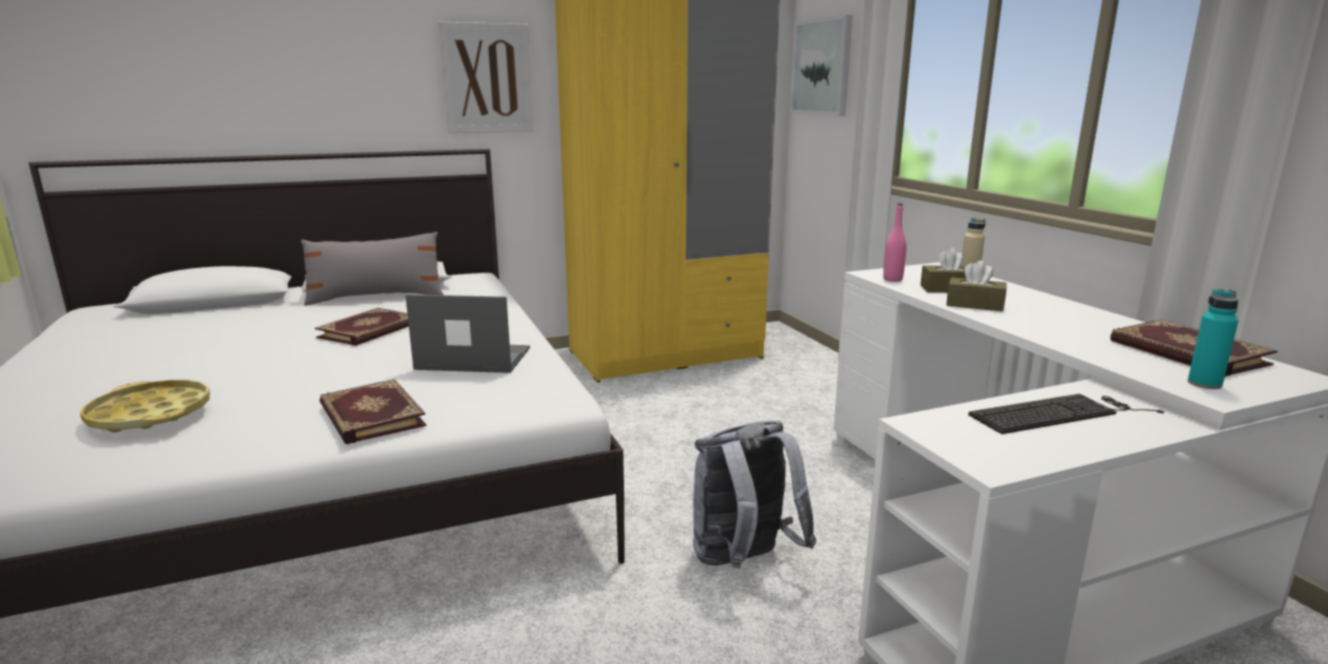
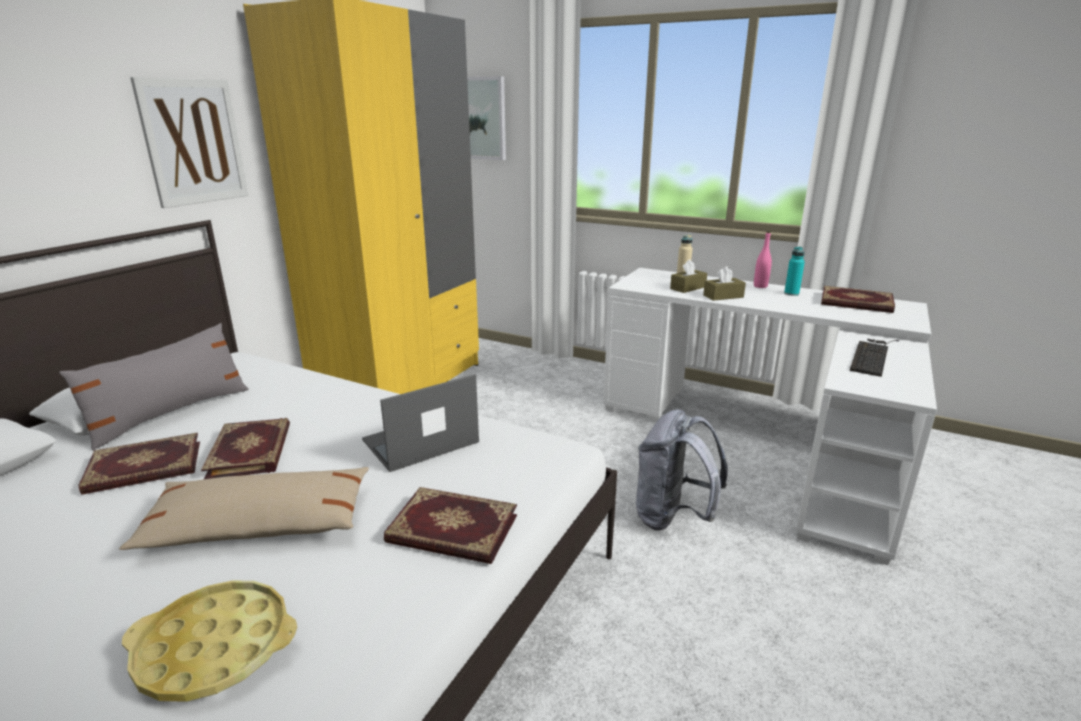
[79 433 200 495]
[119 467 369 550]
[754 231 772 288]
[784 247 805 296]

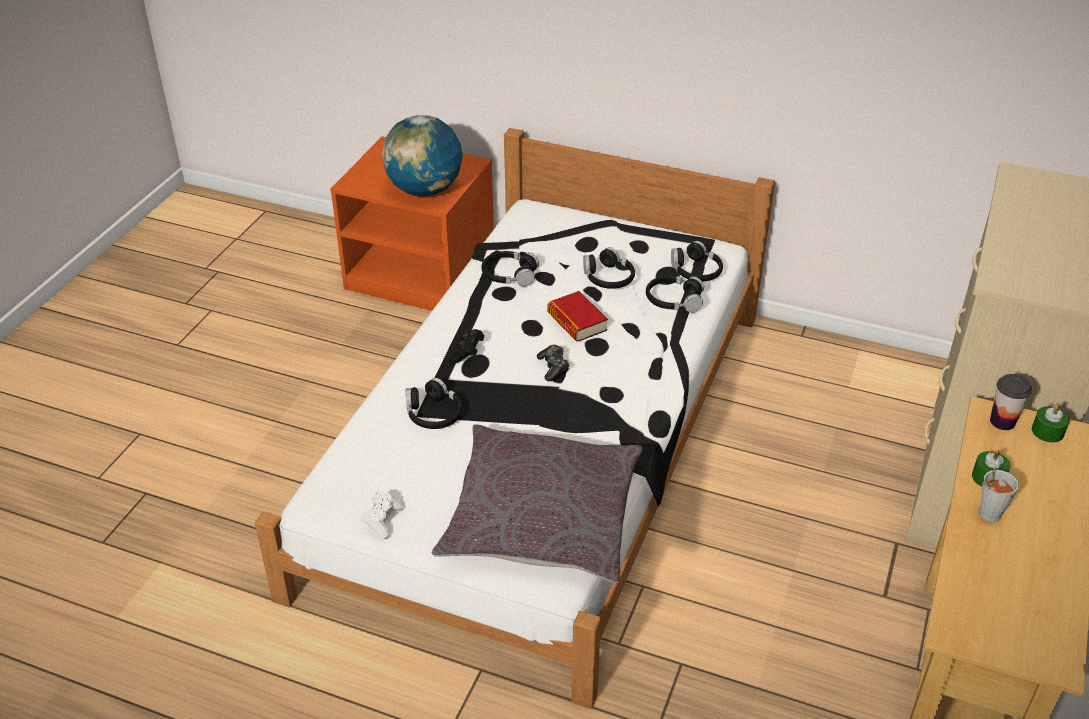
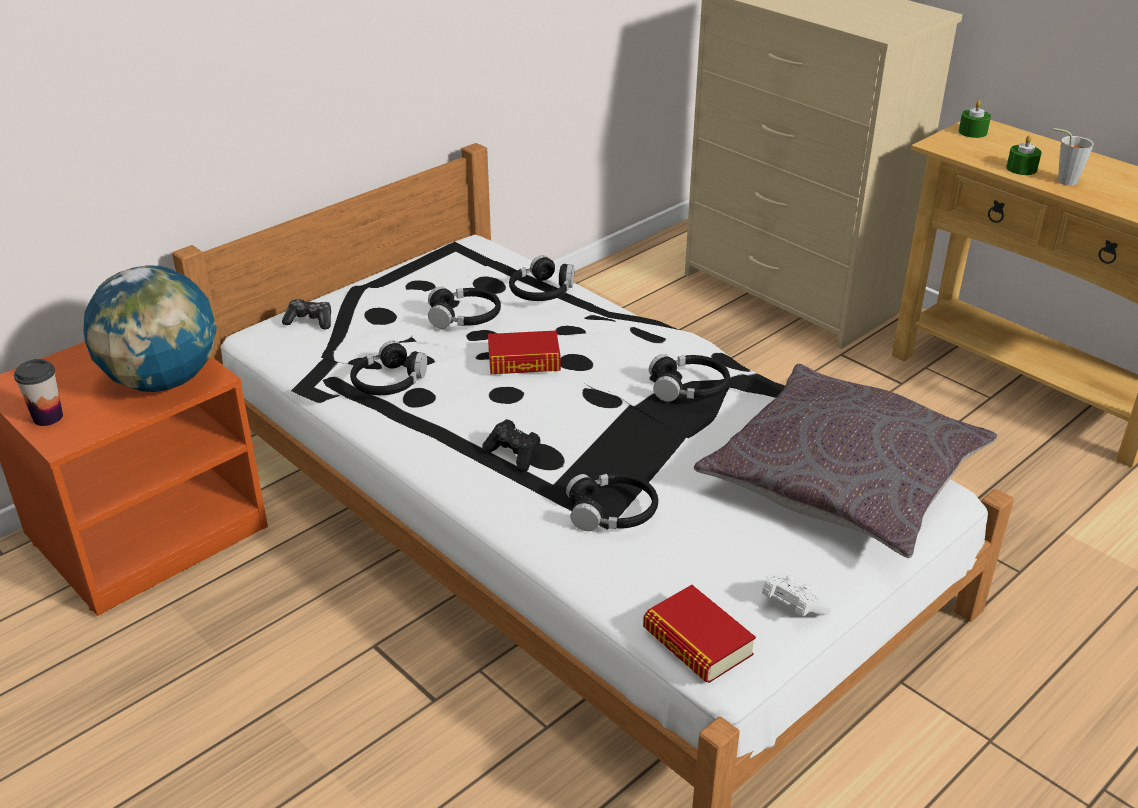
[14 359 63 426]
[282 299 331 329]
[643 585 756 683]
[649 354 730 402]

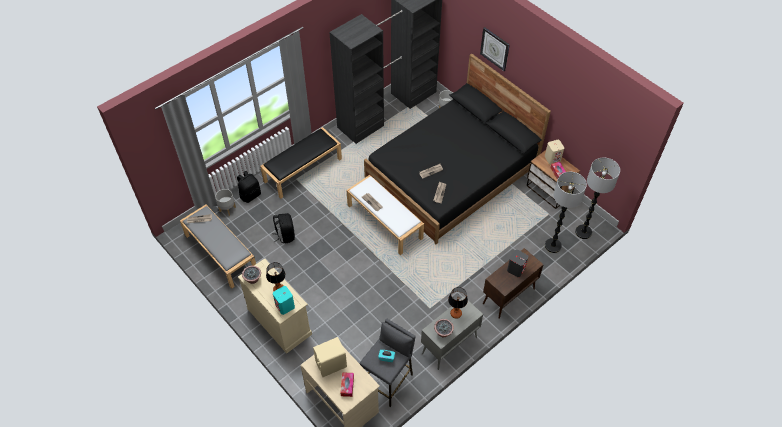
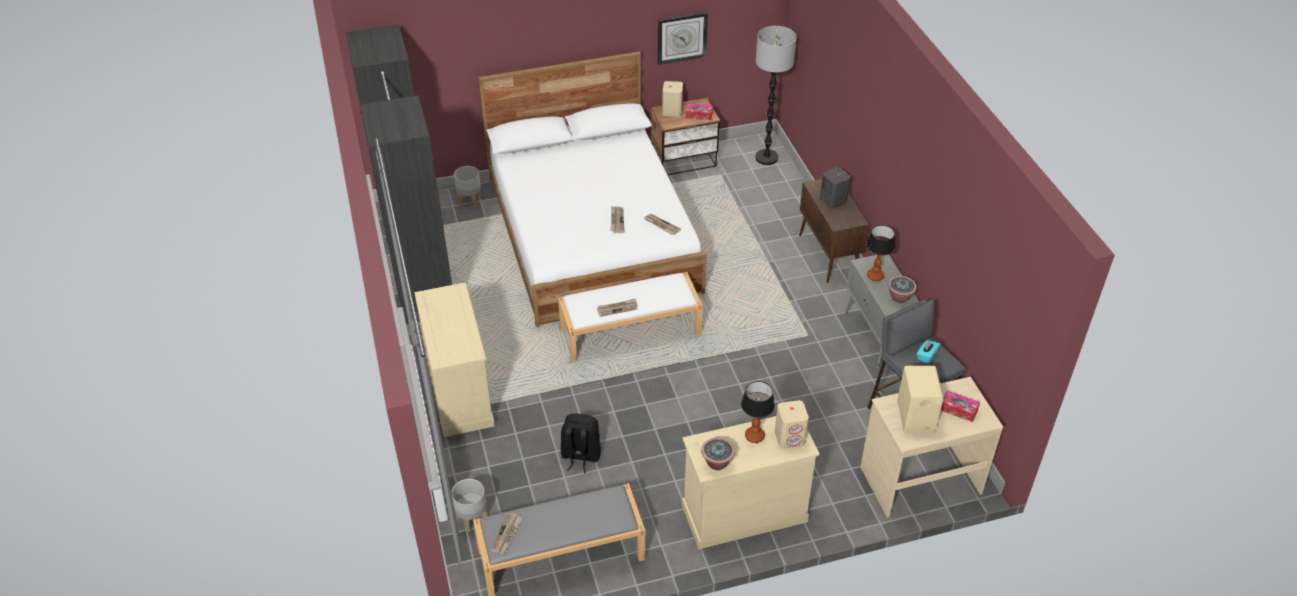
[414 282 495 437]
[478 51 707 328]
[658 12 708 65]
[775 400 809 449]
[237 171 261 203] (first image)
[545 172 587 253] (first image)

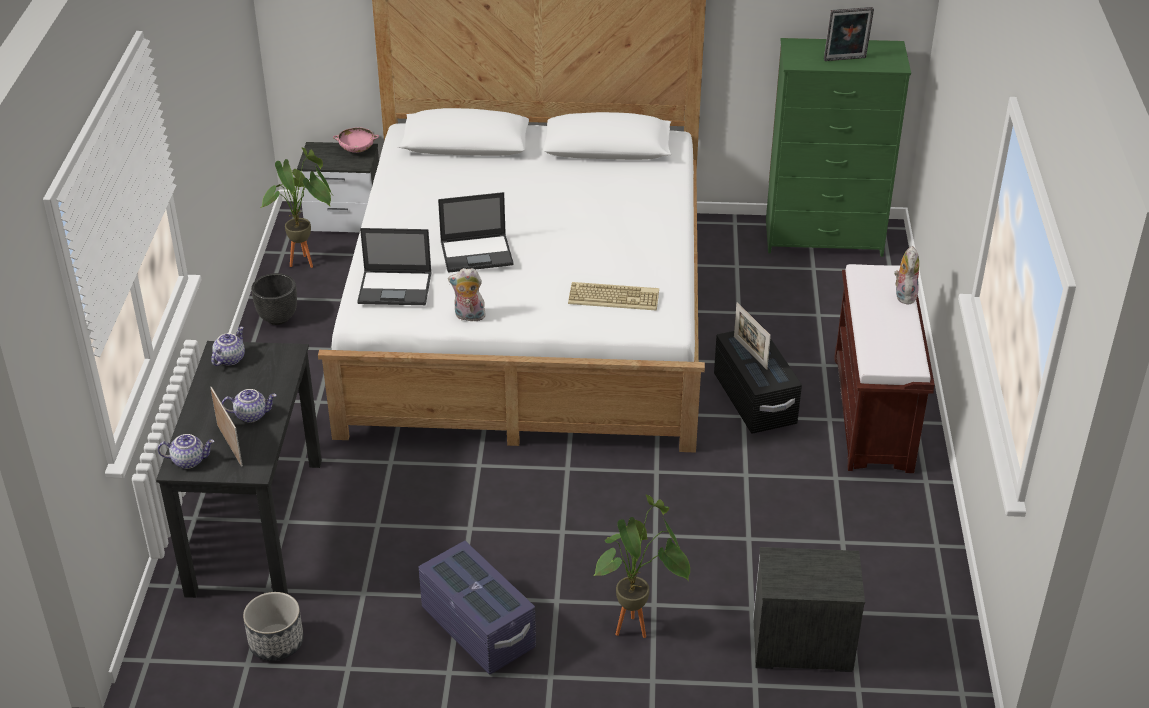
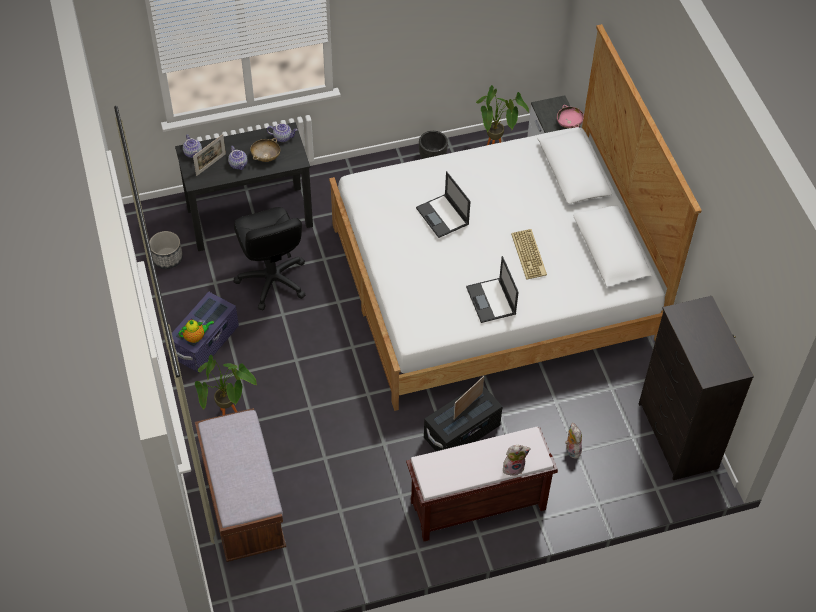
[179 319 214 343]
[195 408 286 562]
[234 207 305 310]
[250 138 280 162]
[466 256 519 323]
[511 229 547 280]
[565 423 582 459]
[639 296 754 480]
[824 7 874 61] (first image)

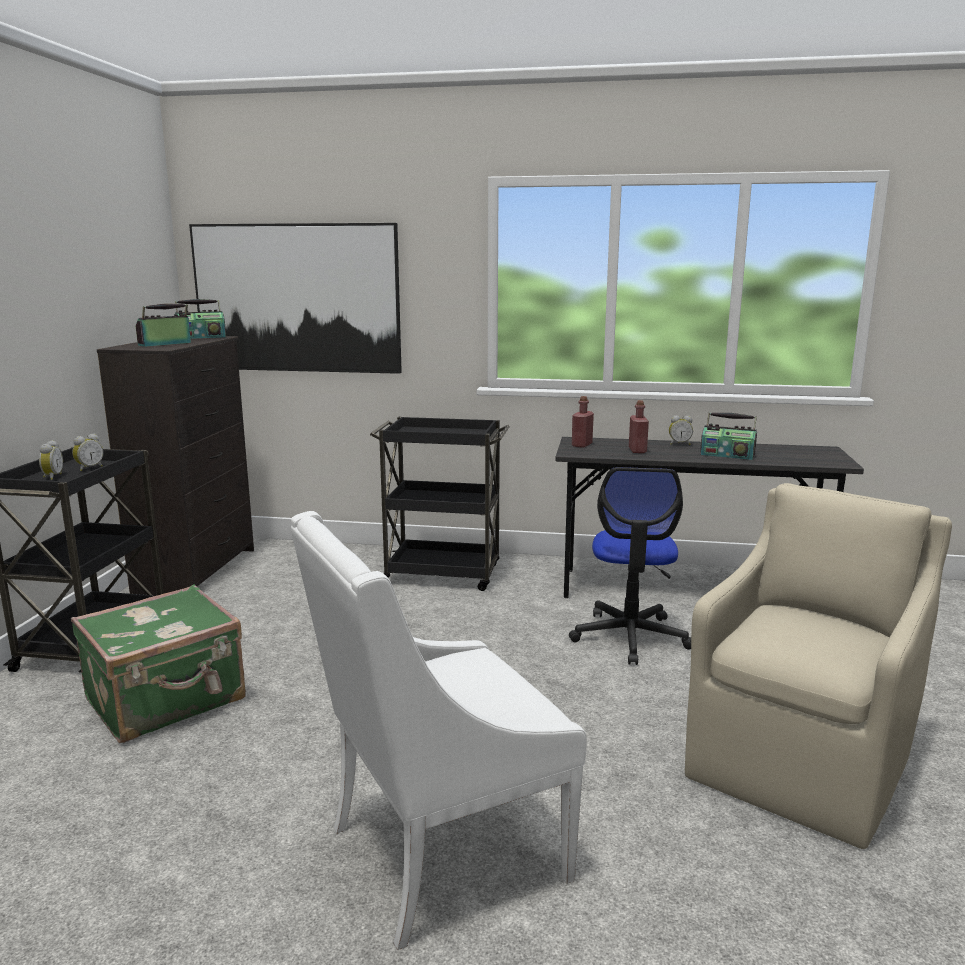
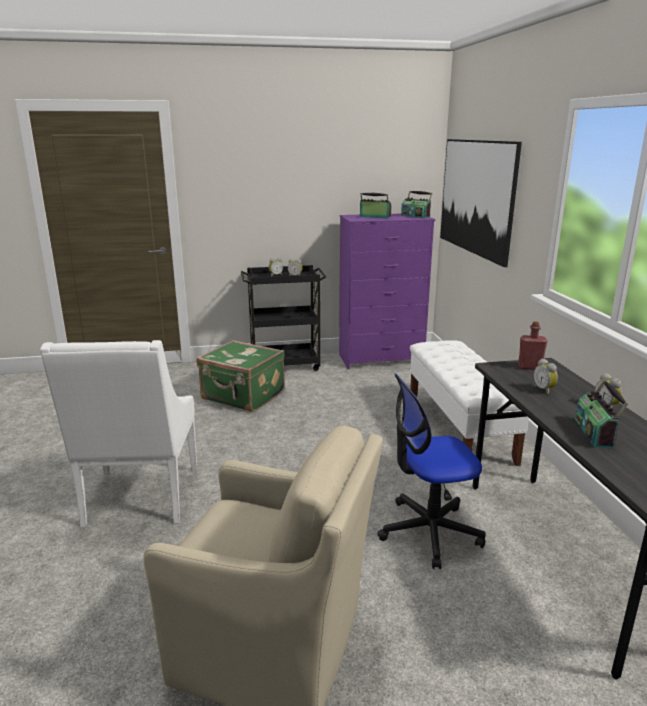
[40 340 197 527]
[339 214 435 369]
[410 340 529 466]
[534 358 558 394]

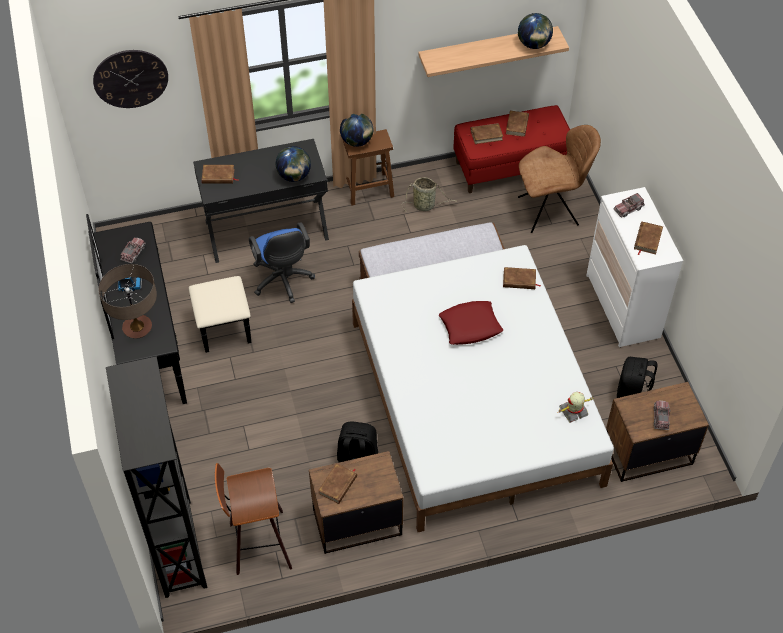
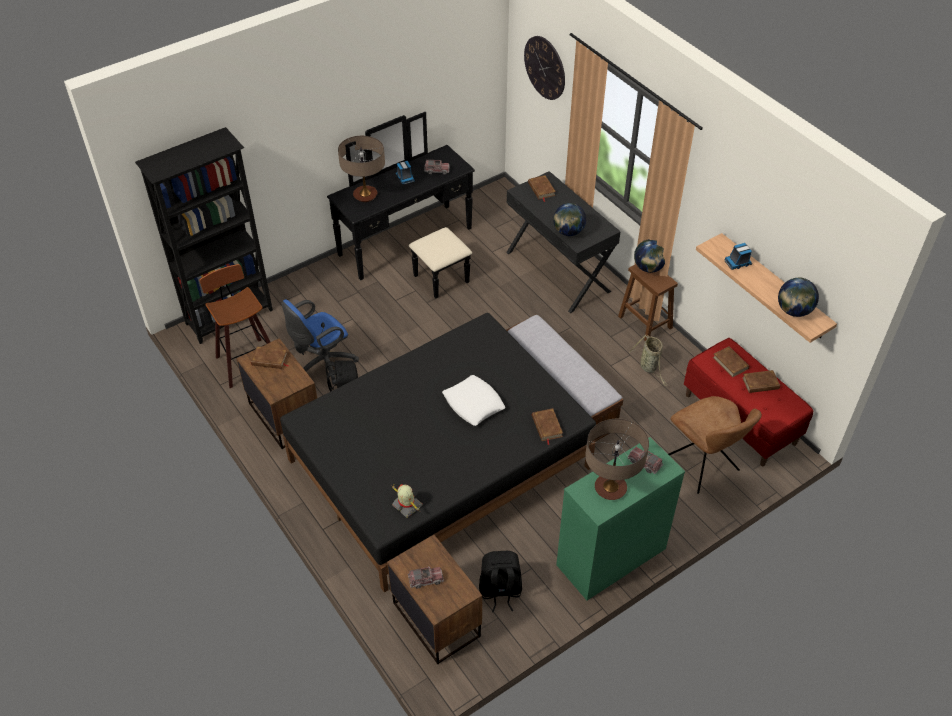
[280 313 596 593]
[281 299 359 385]
[442 375 505 426]
[556 437 685 601]
[585 419 649 500]
[724 243 752 270]

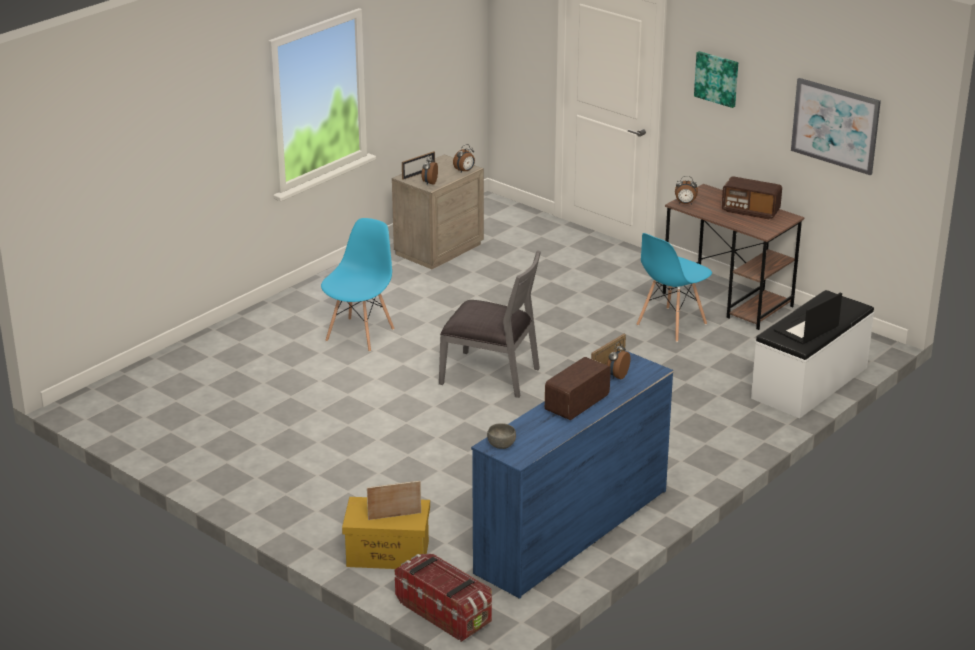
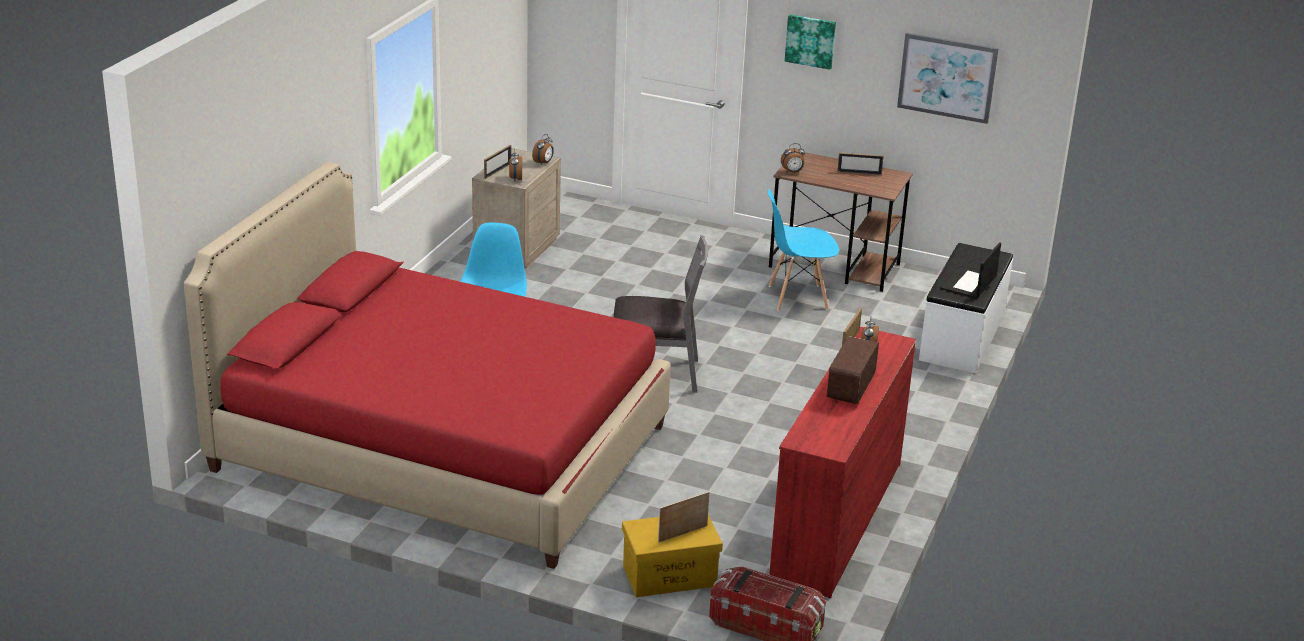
[184 162 671 569]
[768 189 839 311]
[769 326 916 598]
[837 153 884 175]
[487 423 516 449] (first image)

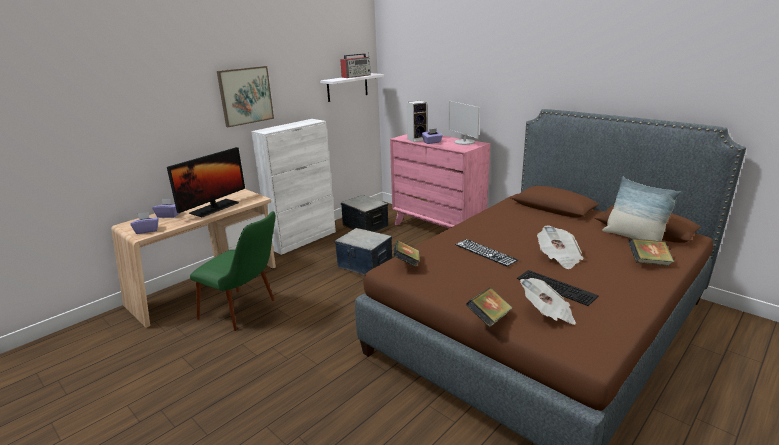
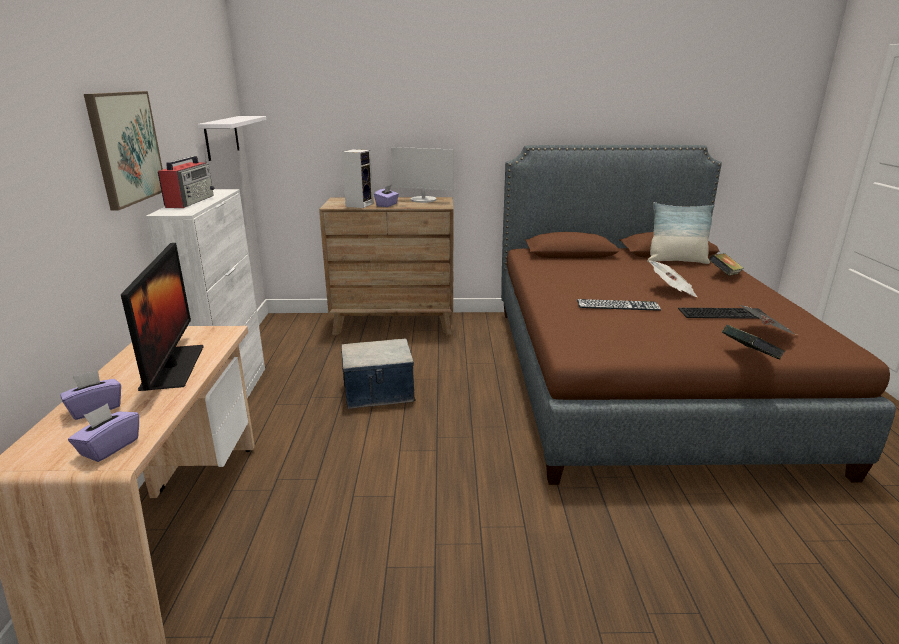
[158 153 215 208]
[319 197 454 335]
[190 211 275 331] (first image)
[341 195 388 232] (first image)
[393 241 420 267] (first image)

